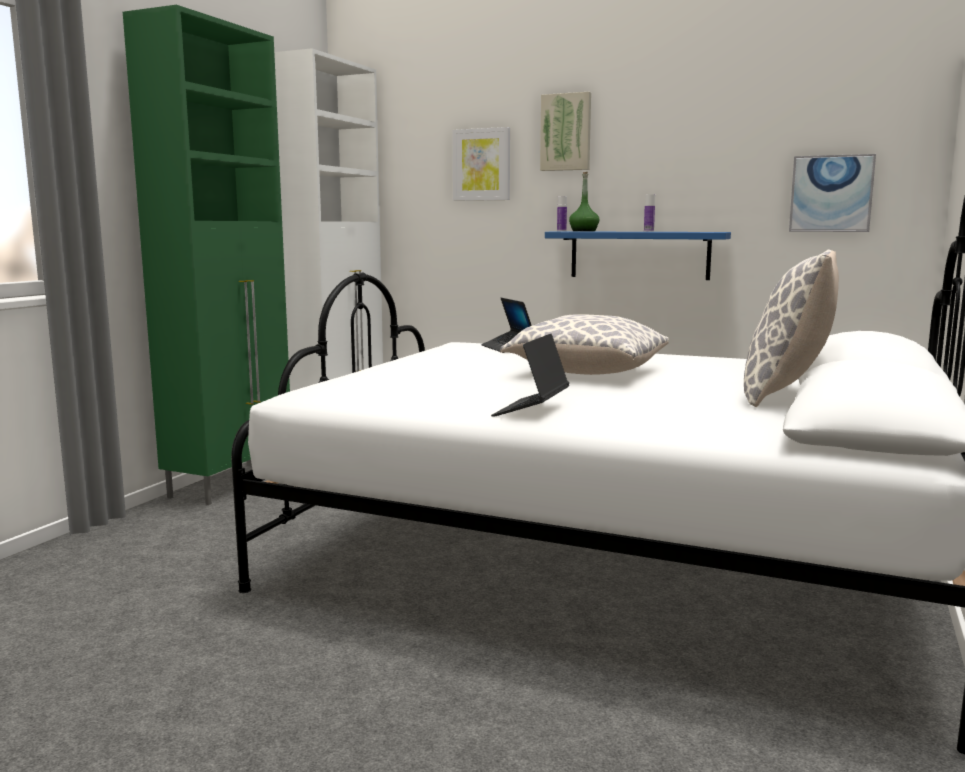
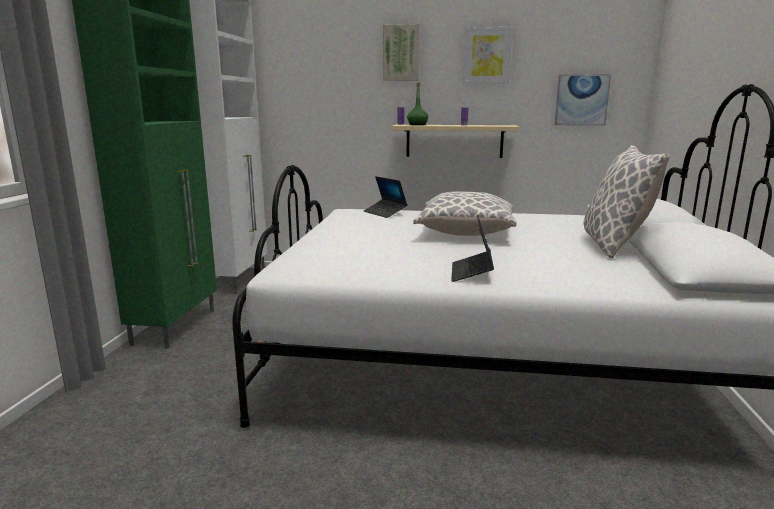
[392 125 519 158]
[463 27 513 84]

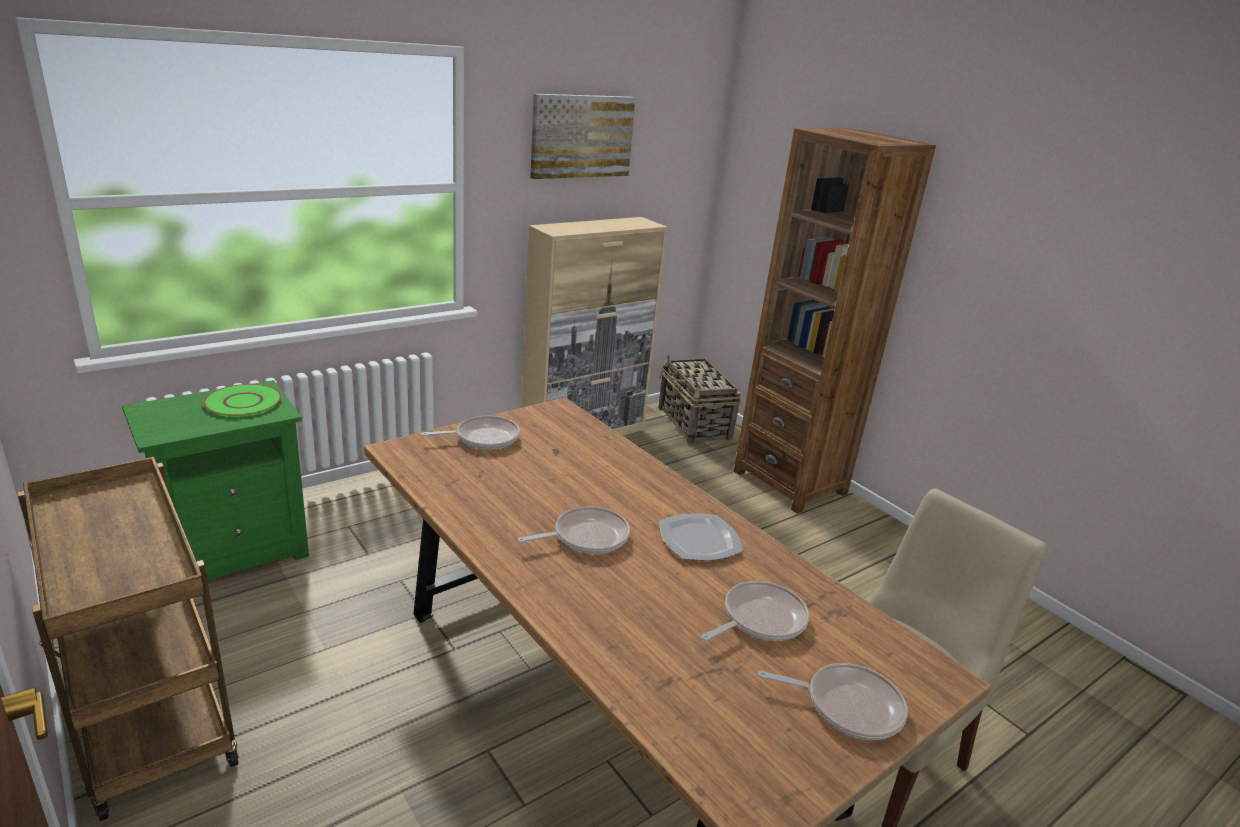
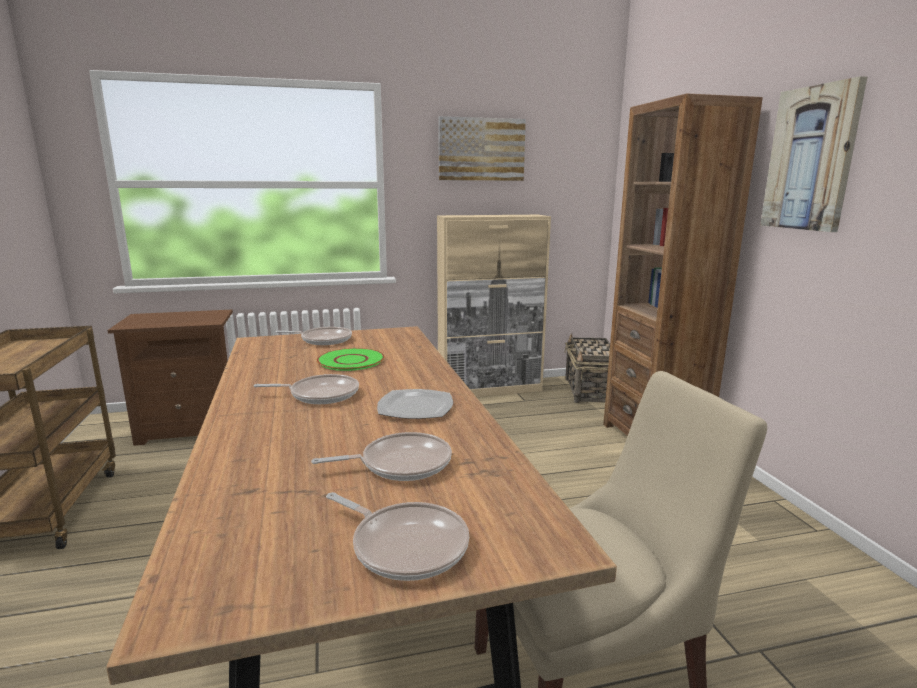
[107 310 233 446]
[317 348 385 371]
[760 76 867 232]

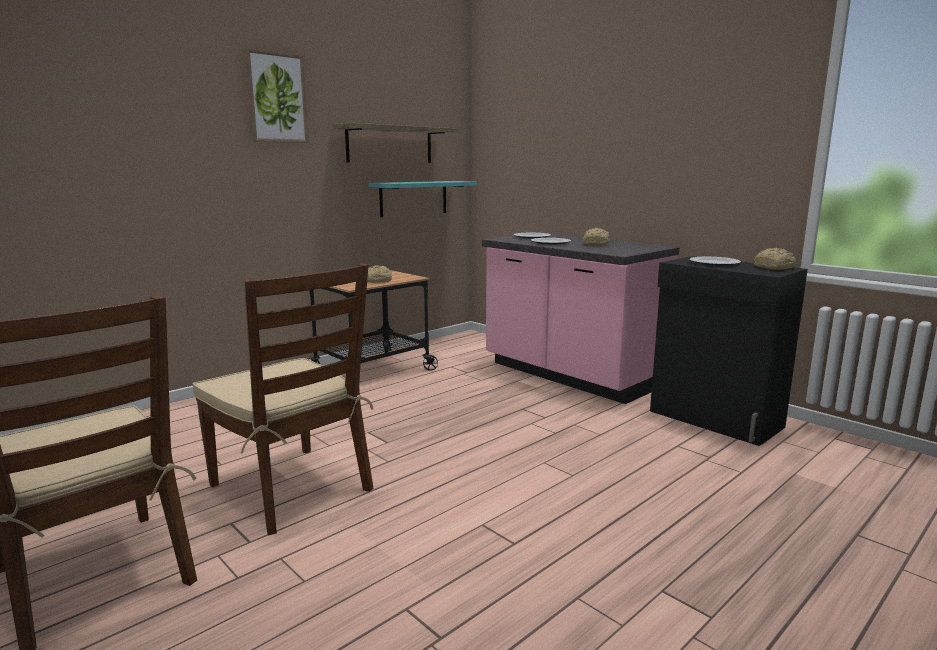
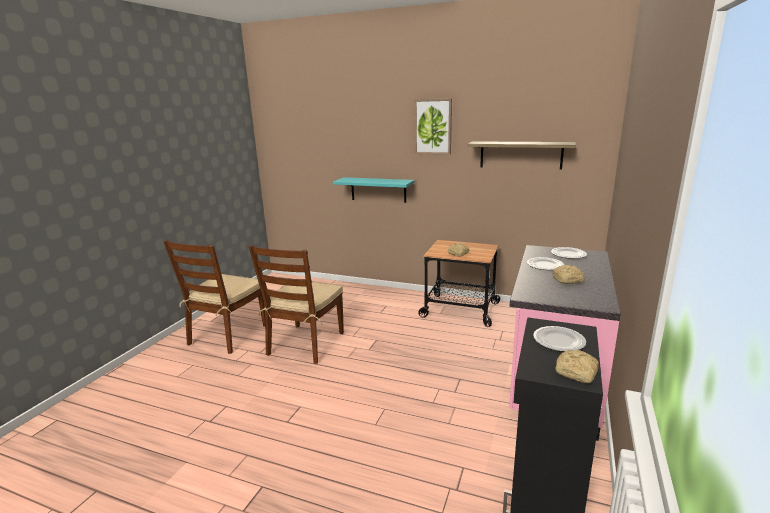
[333 177 414 203]

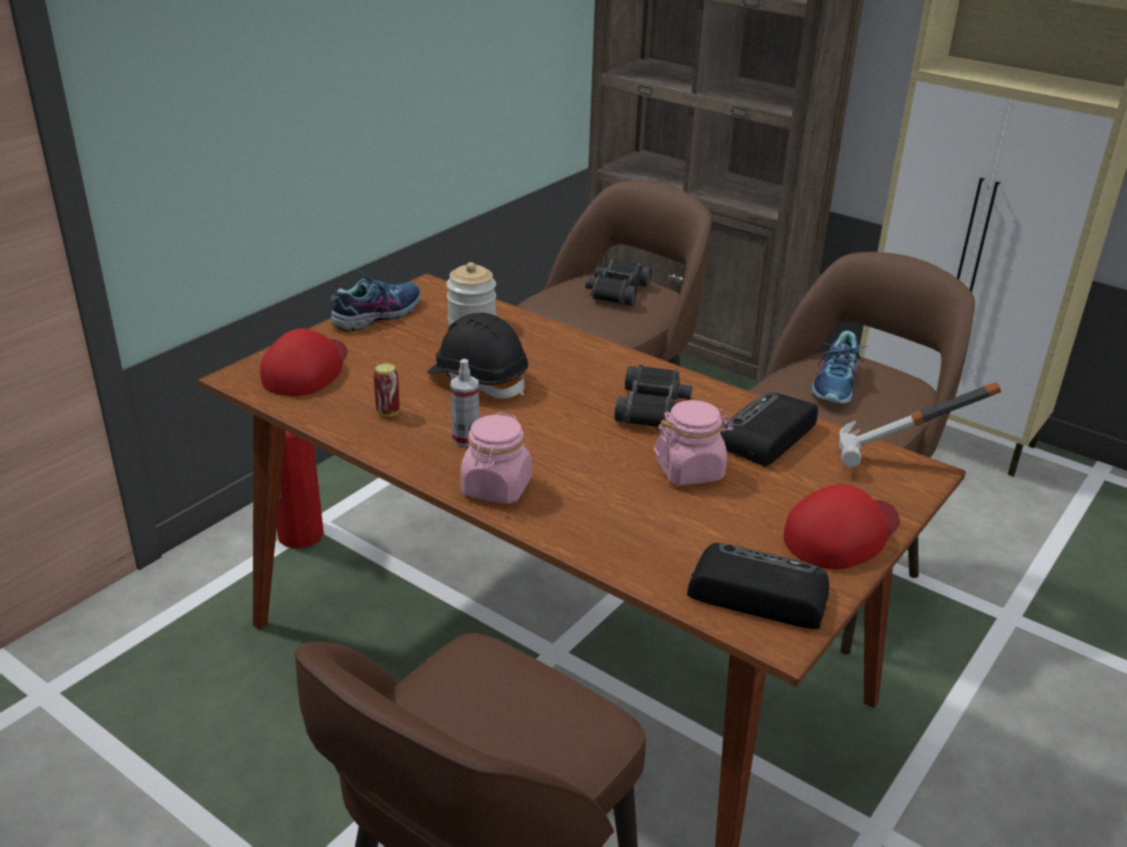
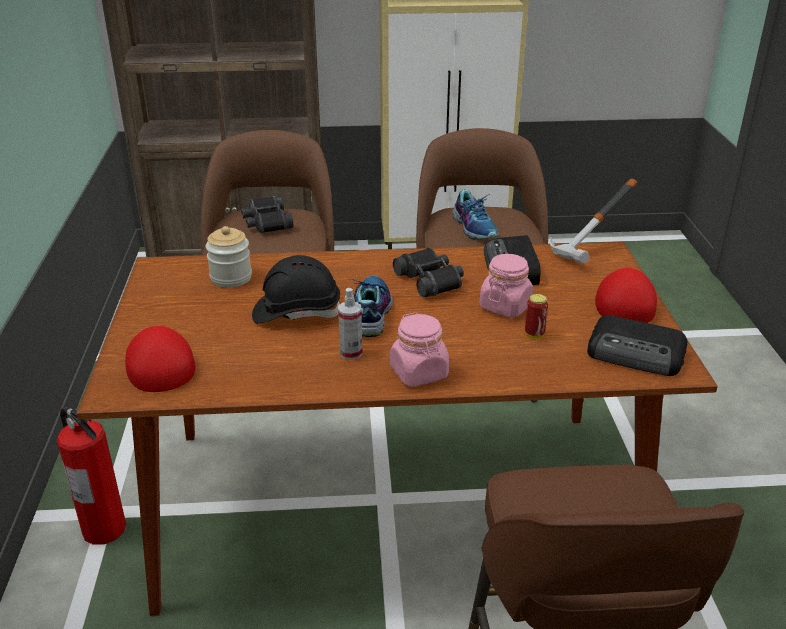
[351 276 393 337]
[525 294 548 338]
[587 315 687 376]

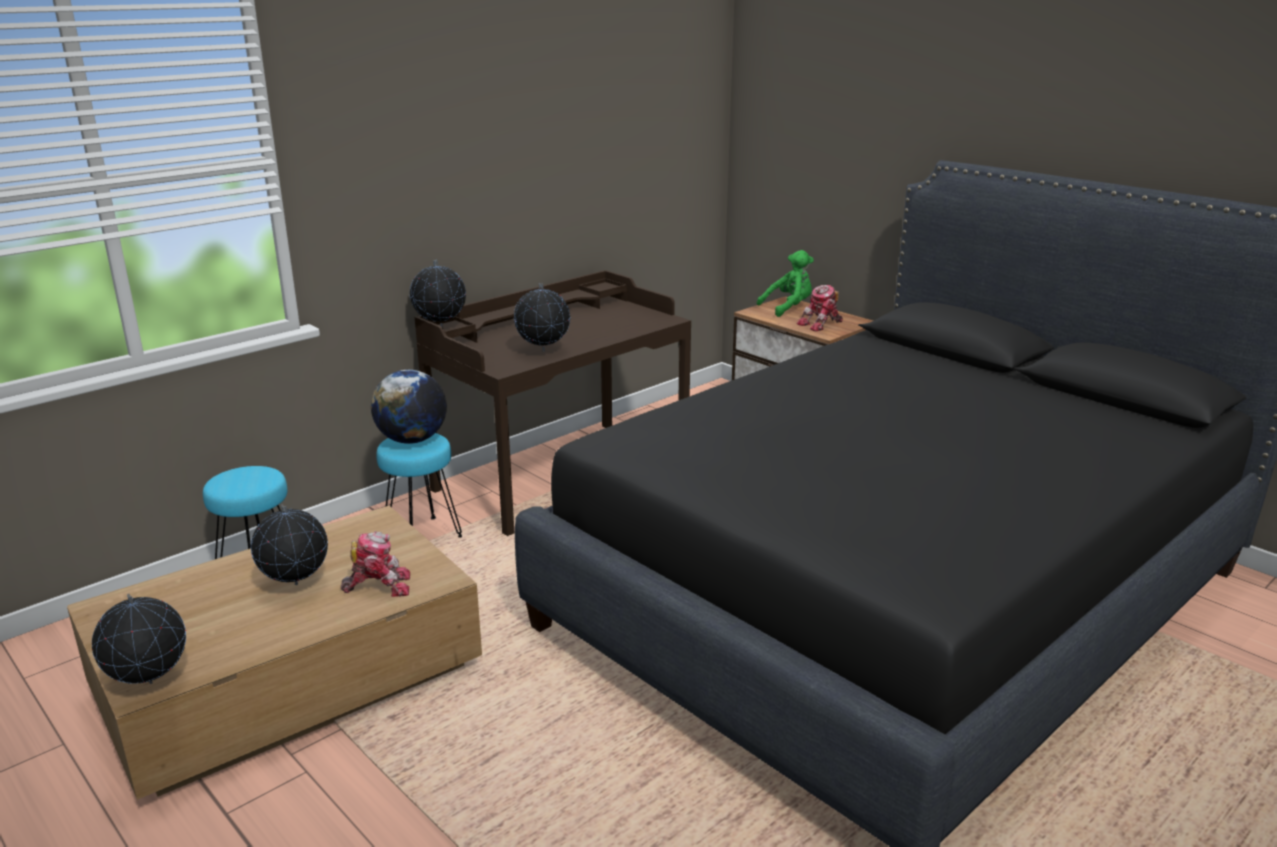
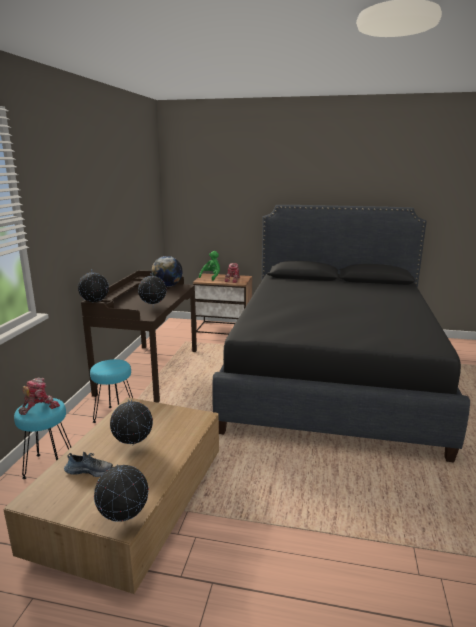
[19 378 60 415]
[64 452 113 477]
[151 256 183 287]

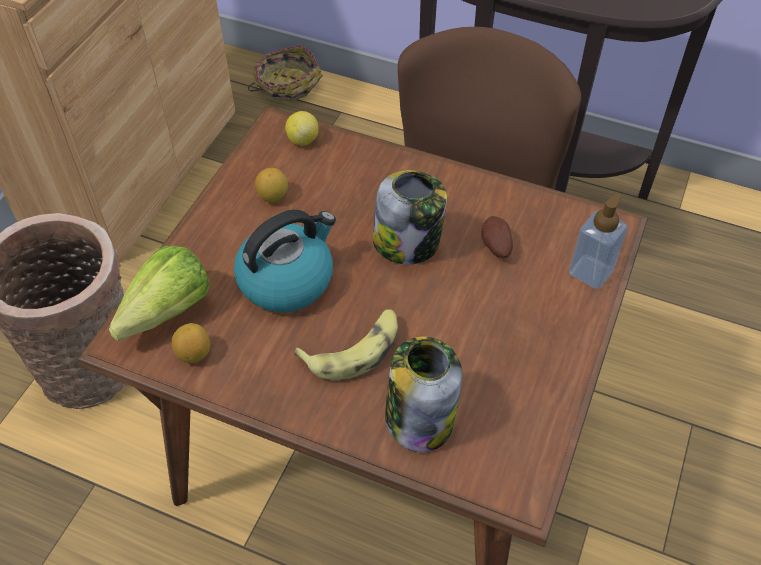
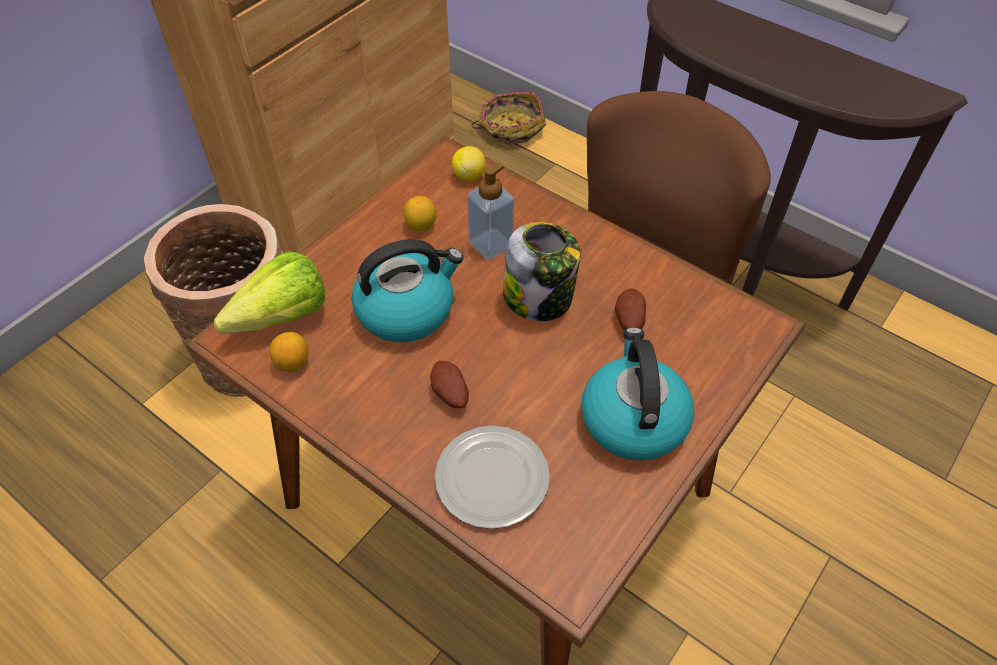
[430 360 469 408]
[435 426 549 529]
[467 163 514 260]
[582 327 694 461]

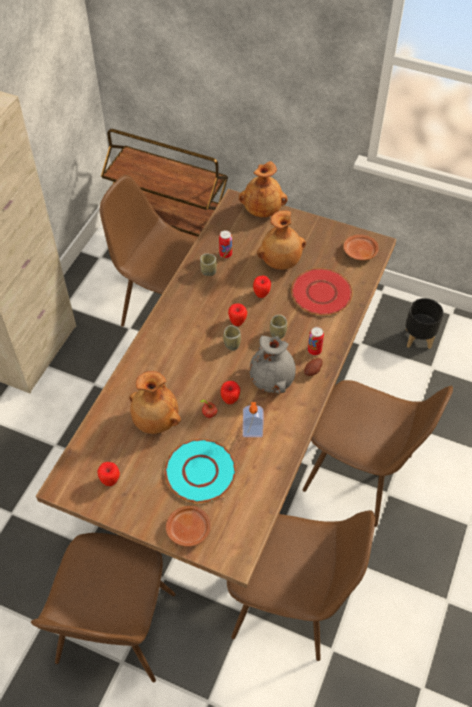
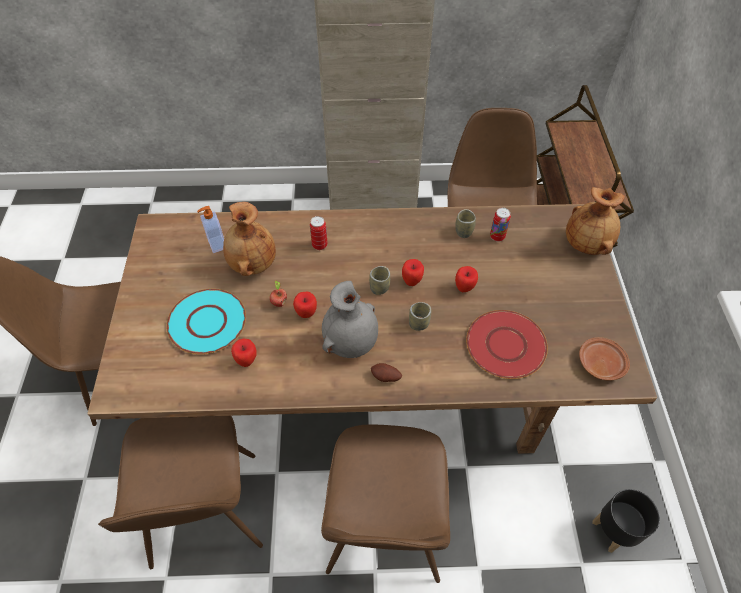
[197 206 224 253]
[231 339 257 367]
[310 216 328 250]
[166 506 211 547] (first image)
[257 210 306 270] (first image)

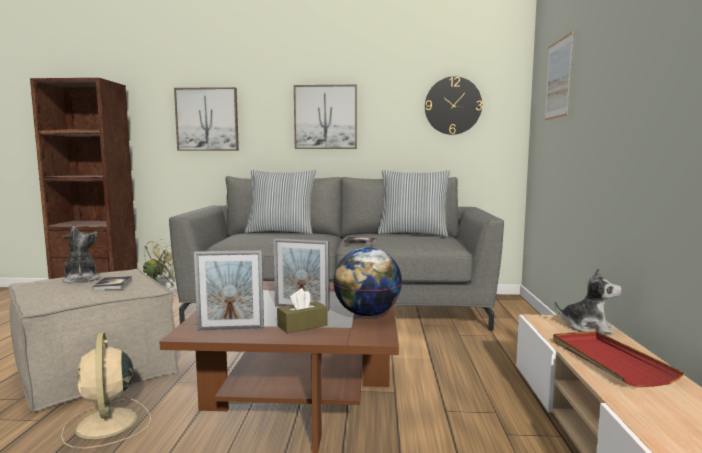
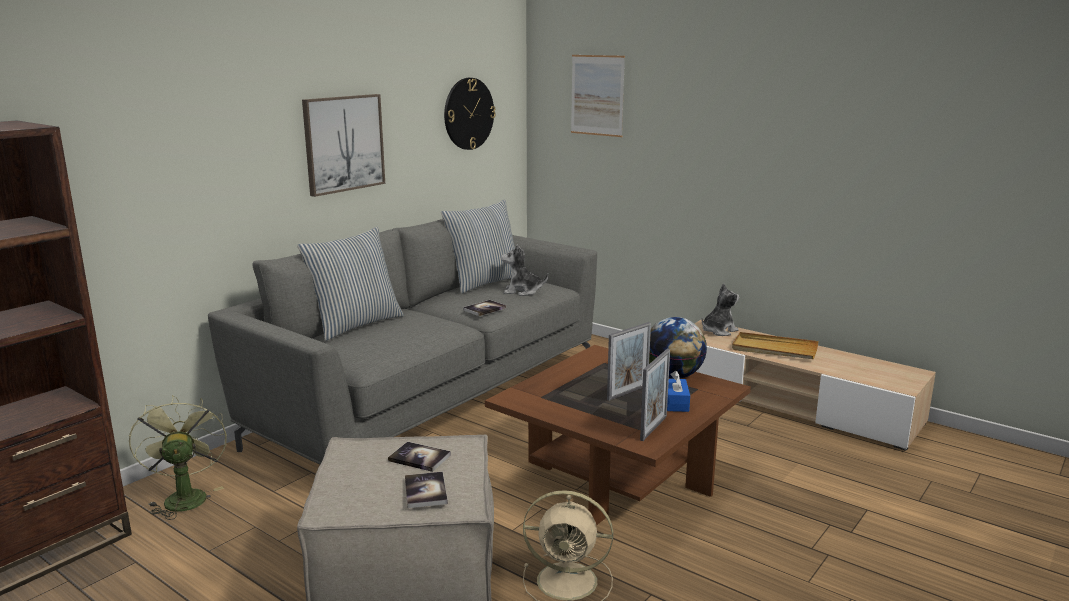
[405 472 448 508]
[501 244 548 296]
[667 371 690 412]
[732 332 819 359]
[174 87 239 151] (first image)

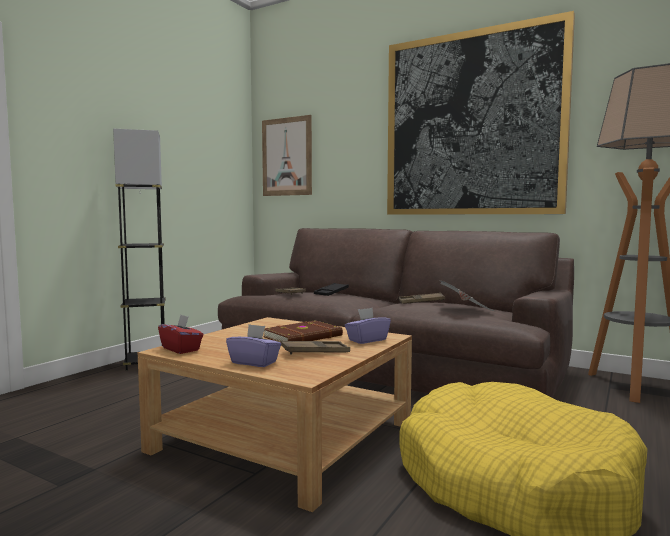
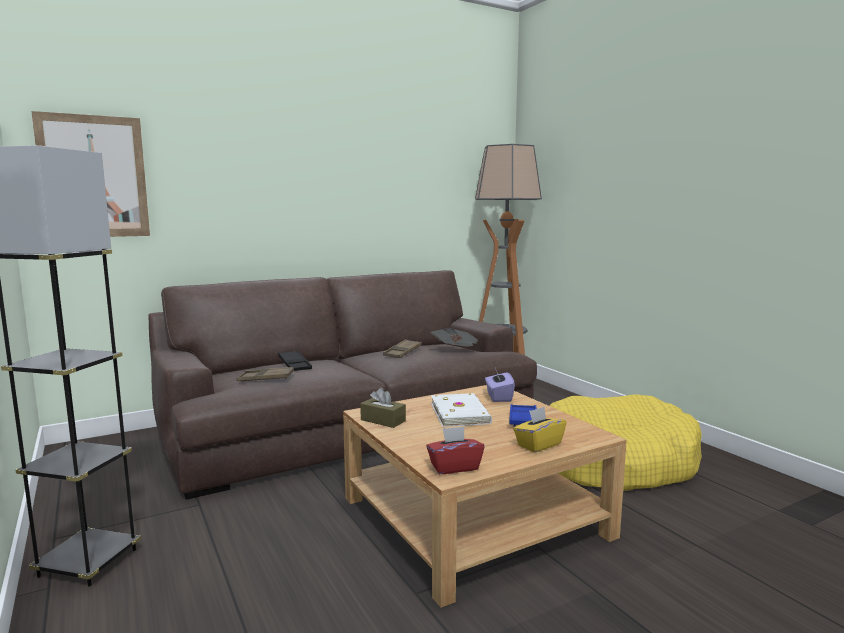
[360 388 406 428]
[431 393 492 427]
[509 404 537 427]
[513 407 567 453]
[387 11 575 215] (first image)

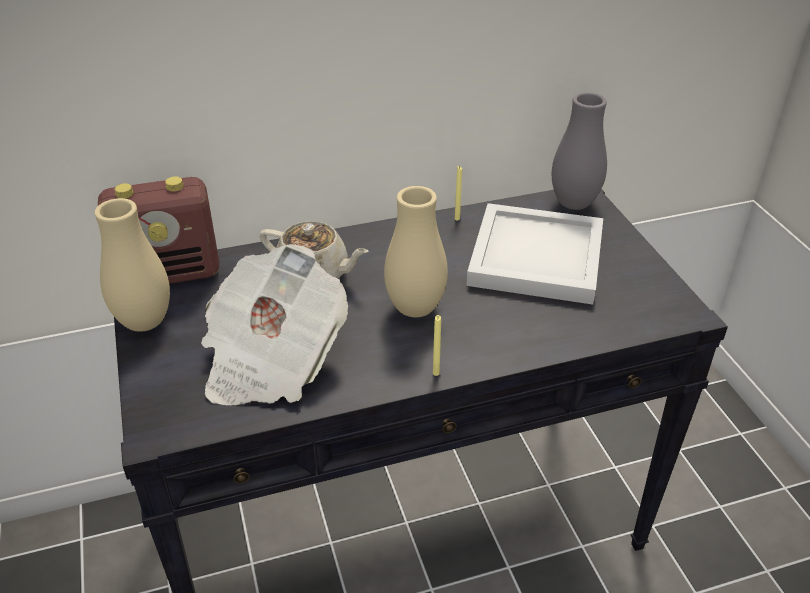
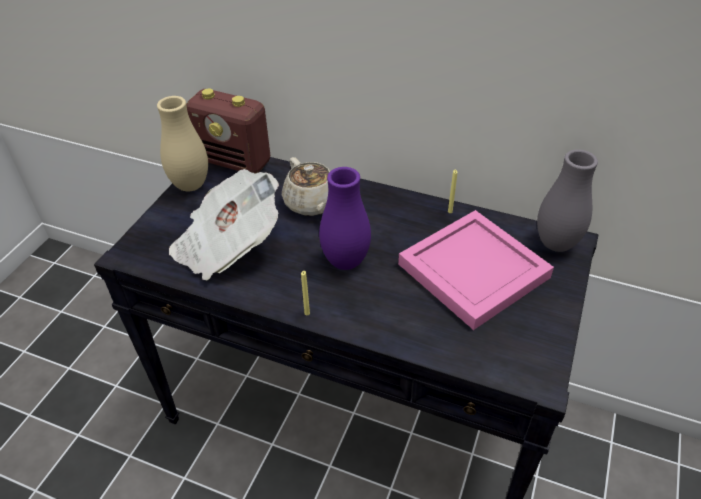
[319 167 371 270]
[398 210 554 330]

